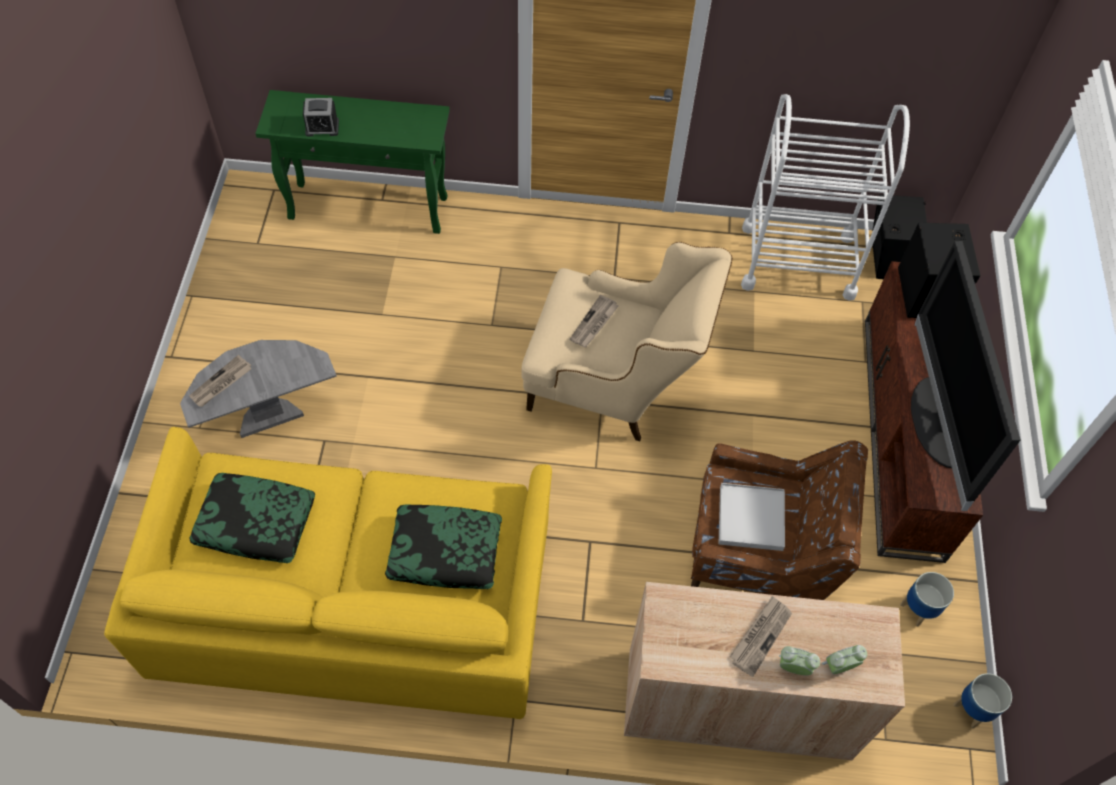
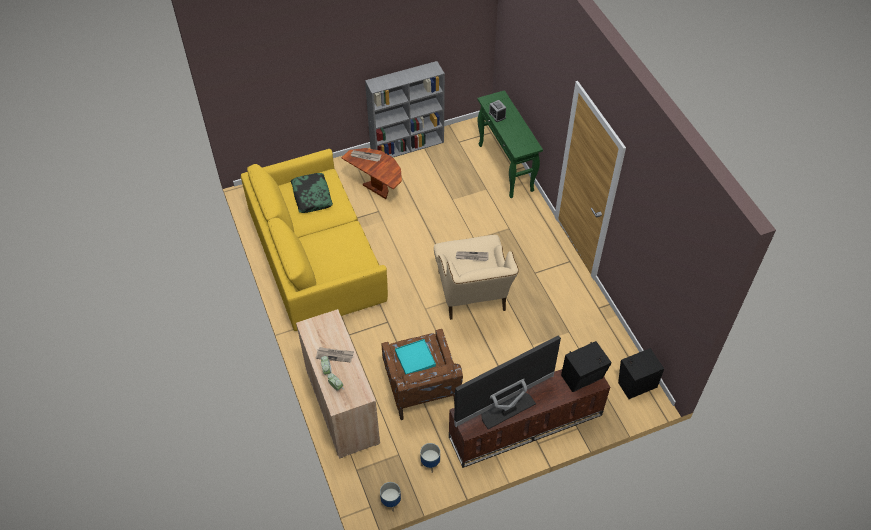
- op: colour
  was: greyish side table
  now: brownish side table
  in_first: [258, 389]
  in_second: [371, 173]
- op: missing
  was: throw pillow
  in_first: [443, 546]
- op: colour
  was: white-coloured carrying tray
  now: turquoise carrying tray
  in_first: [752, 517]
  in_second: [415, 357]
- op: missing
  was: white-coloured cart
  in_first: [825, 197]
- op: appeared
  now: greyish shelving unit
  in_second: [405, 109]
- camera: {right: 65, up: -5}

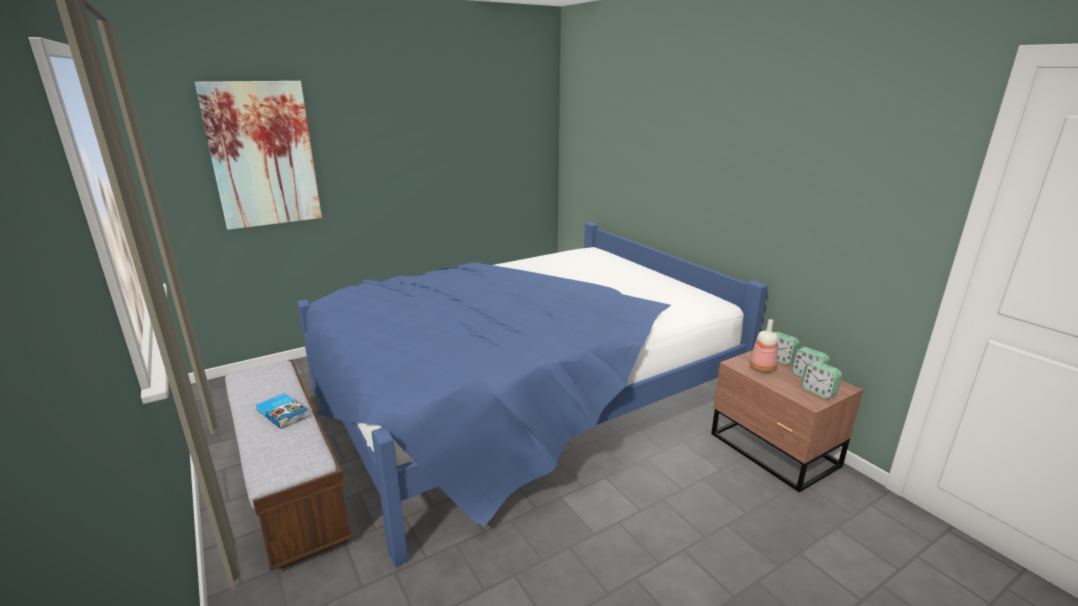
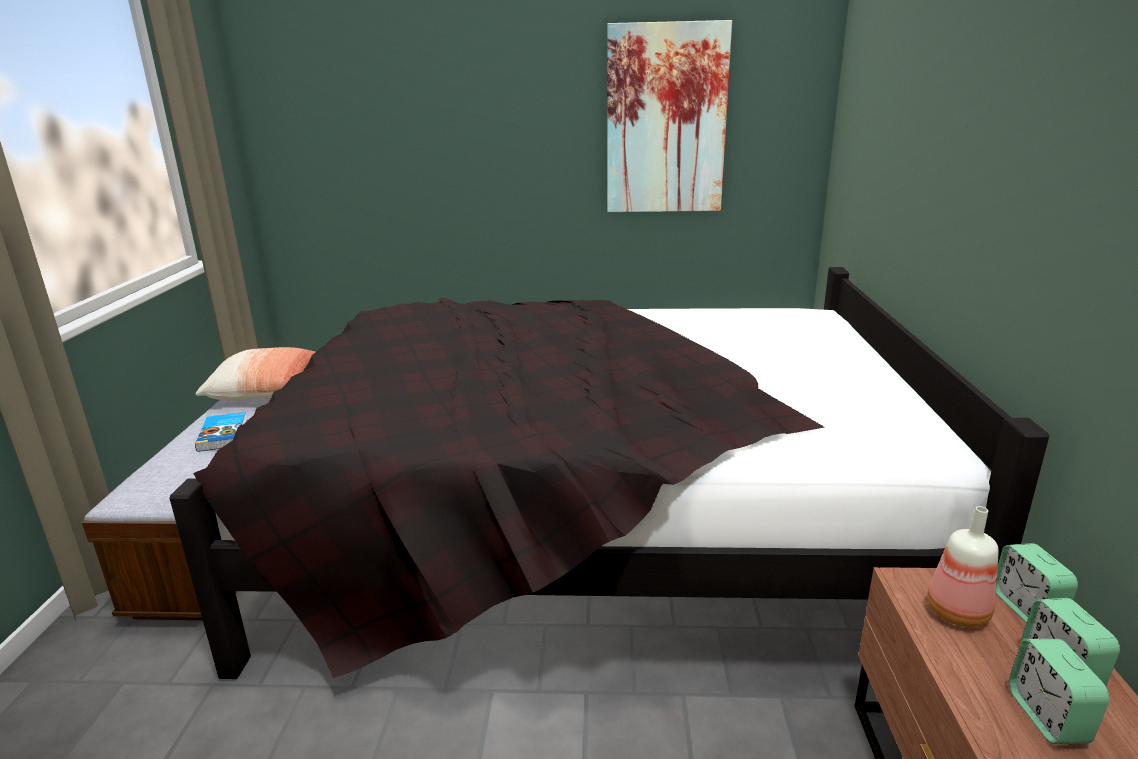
- op: relocated
  was: wall picture
  in_first: [258, 155]
  in_second: [669, 116]
- op: colour
  was: blue bedroom bed
  now: blackish bedroom bed
  in_first: [532, 394]
  in_second: [609, 473]
- op: appeared
  now: throw pillow
  in_second: [255, 374]
- camera: {right: 35, up: 0}

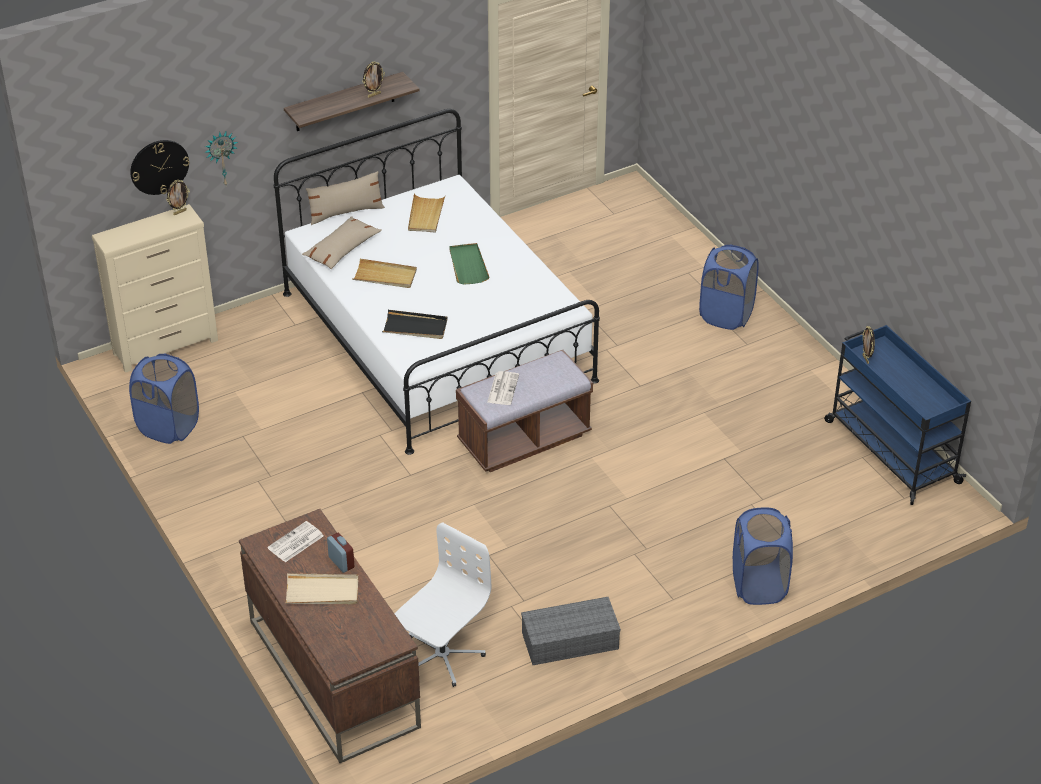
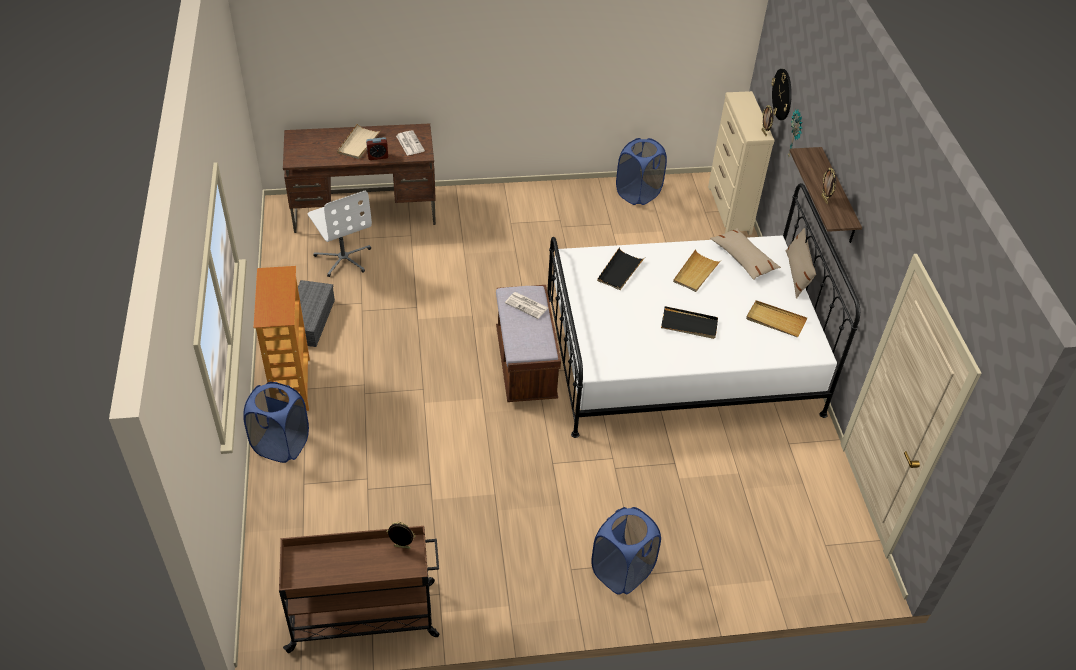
- op: colour
  was: greenish carrying tray
  now: blackish carrying tray
  in_first: [469, 264]
  in_second: [689, 322]
- op: colour
  was: blue cart
  now: brownish cart
  in_first: [897, 415]
  in_second: [359, 589]
- op: appeared
  now: shelving unit
  in_second: [281, 338]
- camera: {right: 110, up: 5}

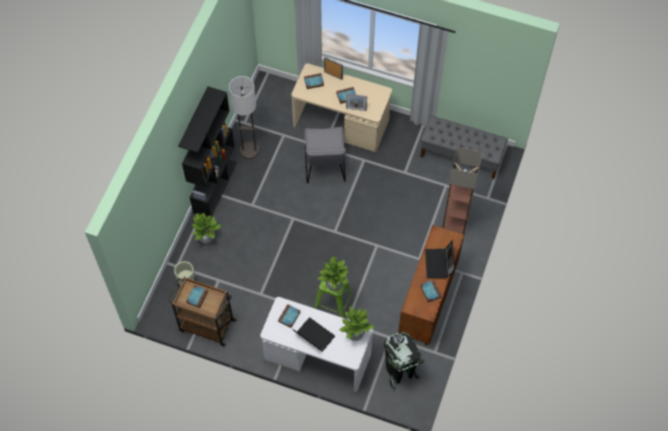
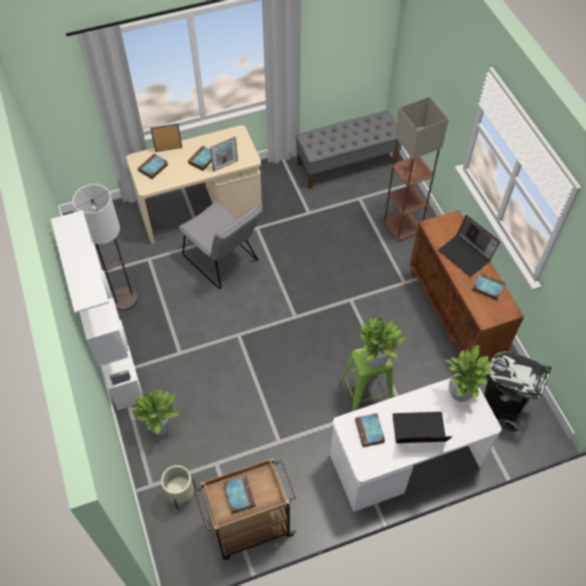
- op: colour
  was: blackish shelving unit
  now: white-coloured shelving unit
  in_first: [207, 151]
  in_second: [97, 310]
- camera: {right: -40, up: -5}

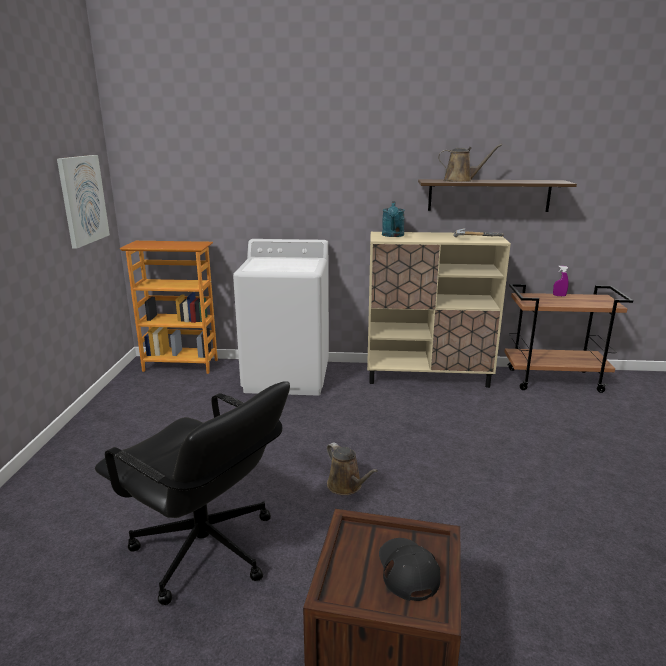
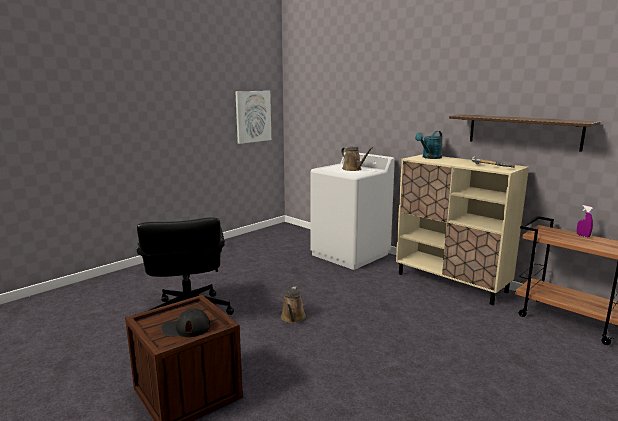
- op: missing
  was: shelving unit
  in_first: [169, 307]
- op: spun
  was: blackish peaked cap
  in_first: [409, 569]
  in_second: [186, 322]
  clockwise: -120
- op: relocated
  was: brownish watering pot
  in_first: [470, 163]
  in_second: [357, 159]
- camera: {right: 40, up: -5}

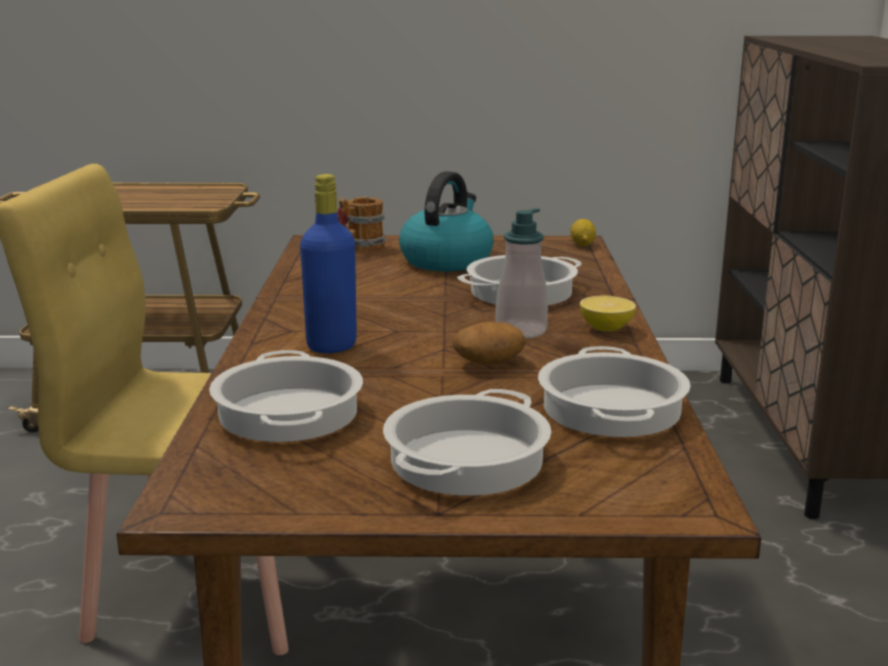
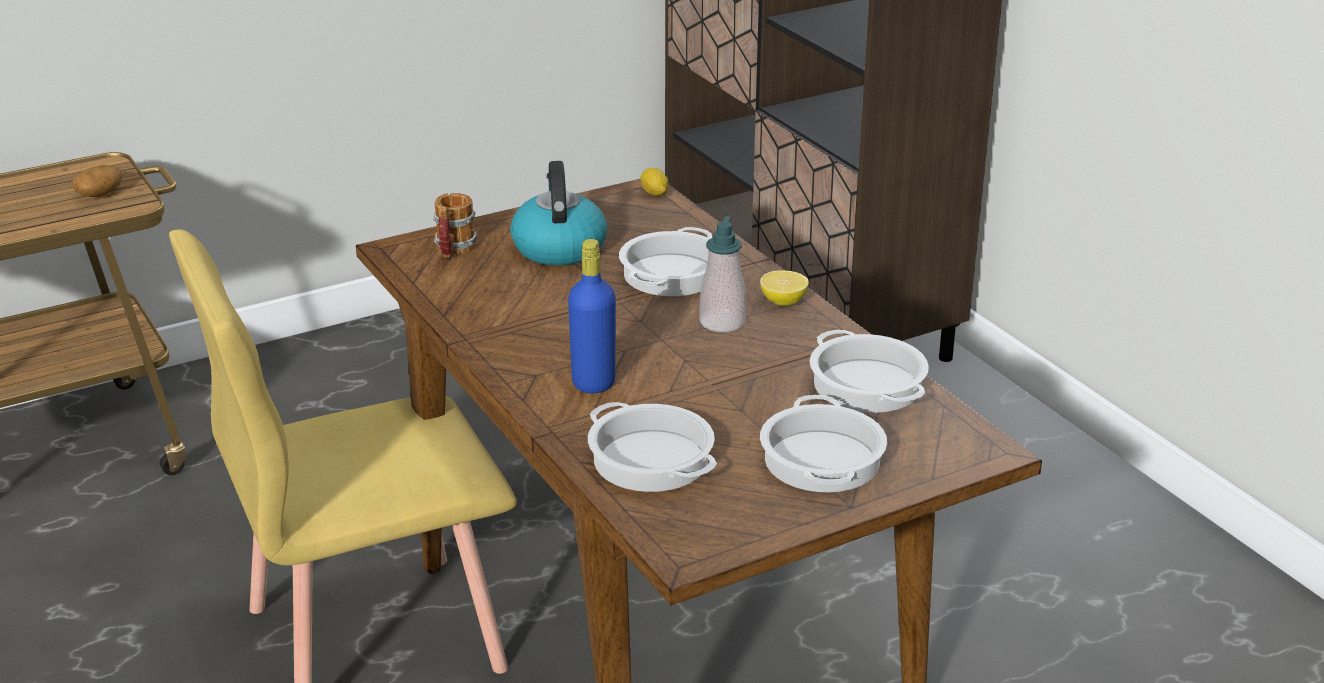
- op: relocated
  was: spud
  in_first: [489, 343]
  in_second: [97, 181]
- camera: {right: -30, up: 10}

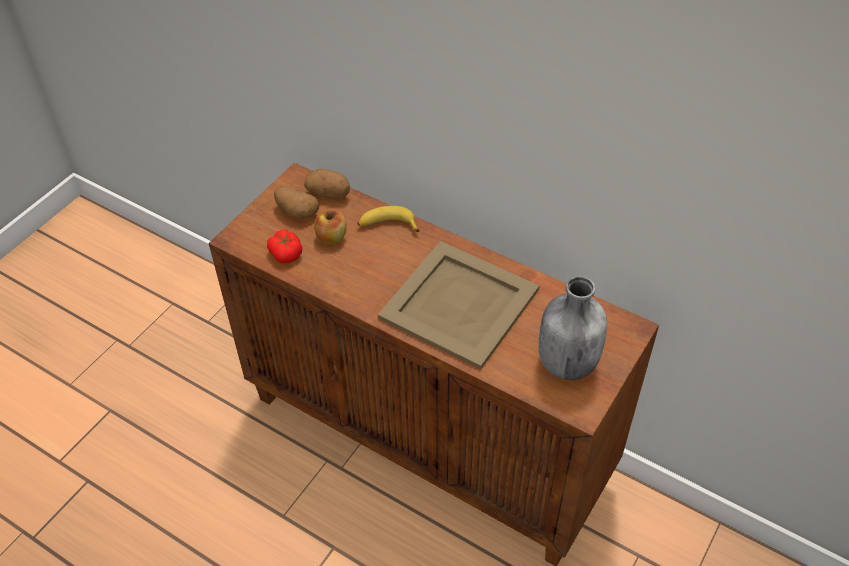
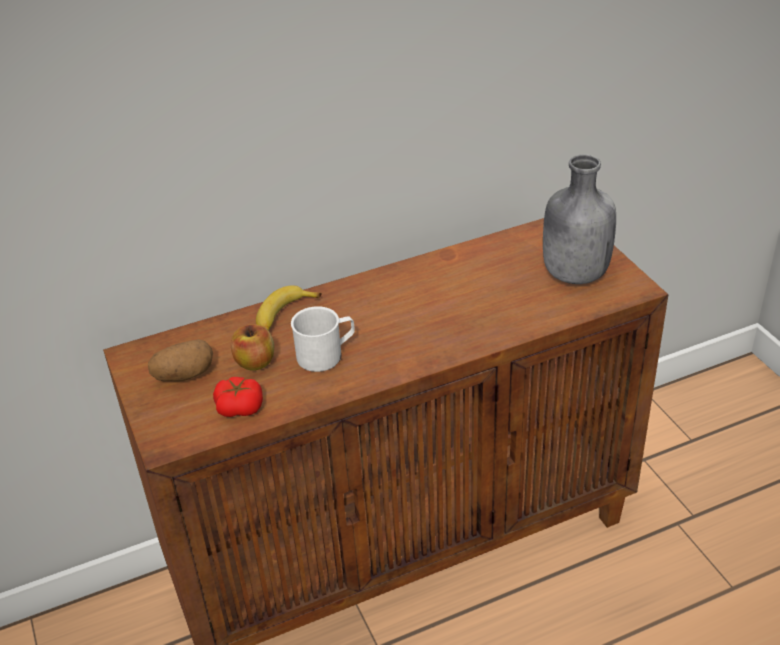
- op: missing
  was: spud
  in_first: [327, 183]
- op: missing
  was: sand-coloured carrying tray
  in_first: [459, 305]
- op: appeared
  now: white-coloured coffee mug
  in_second: [323, 339]
- camera: {right: -55, up: -10}

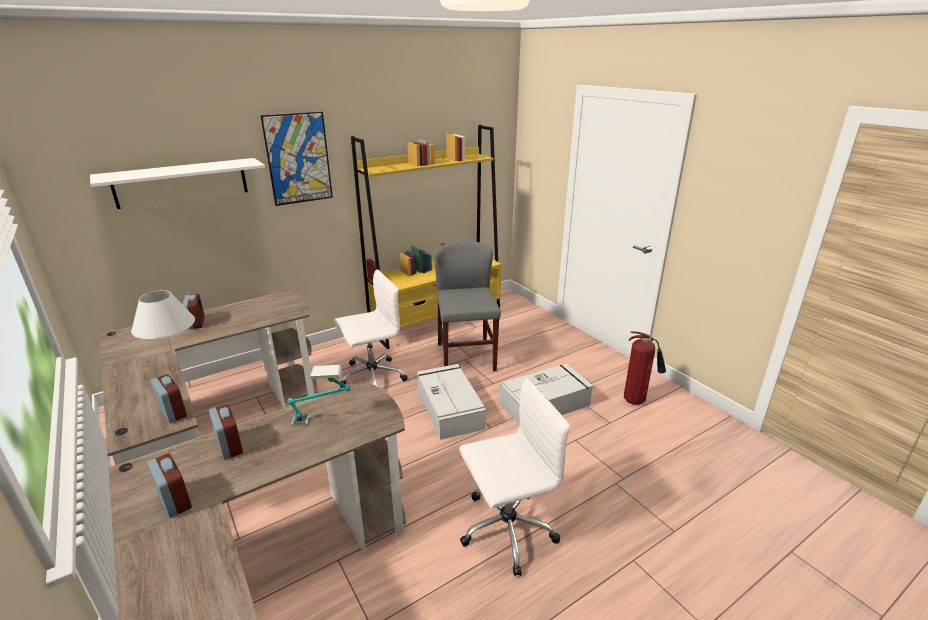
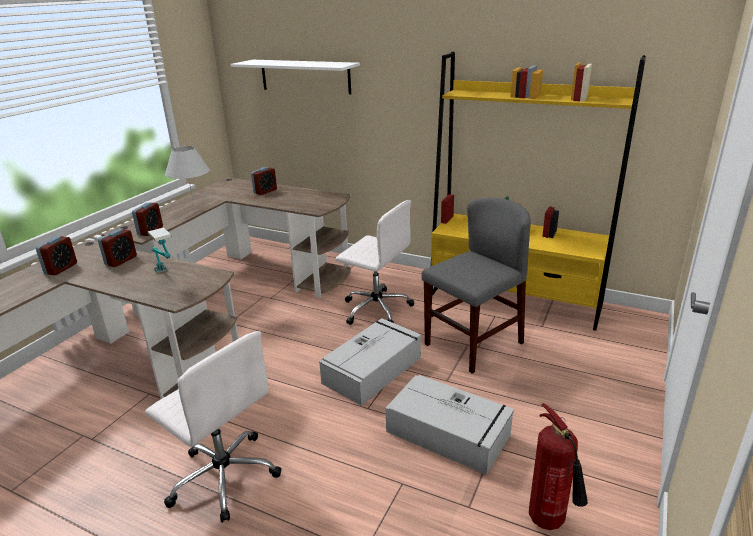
- op: missing
  was: wall picture
  in_first: [297, 159]
- camera: {right: 60, up: 0}

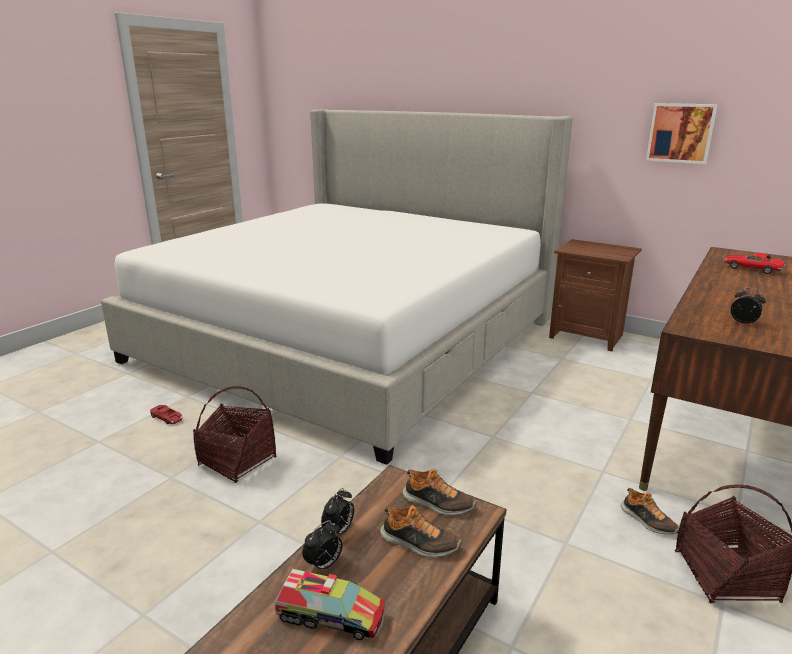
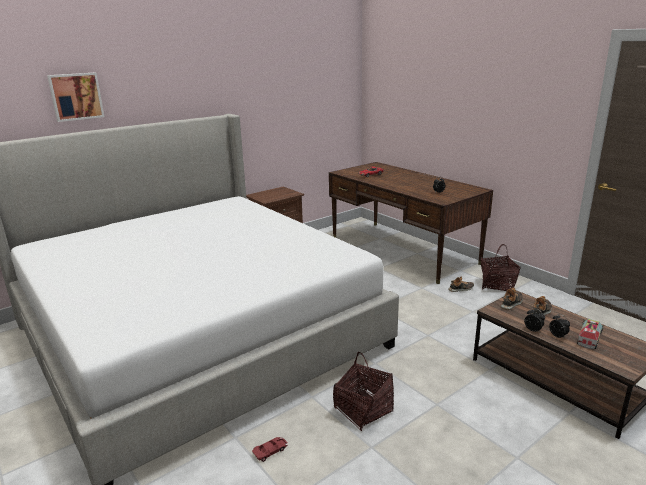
- op: relocated
  was: wall picture
  in_first: [682, 133]
  in_second: [75, 97]
- camera: {right: -70, up: 0}

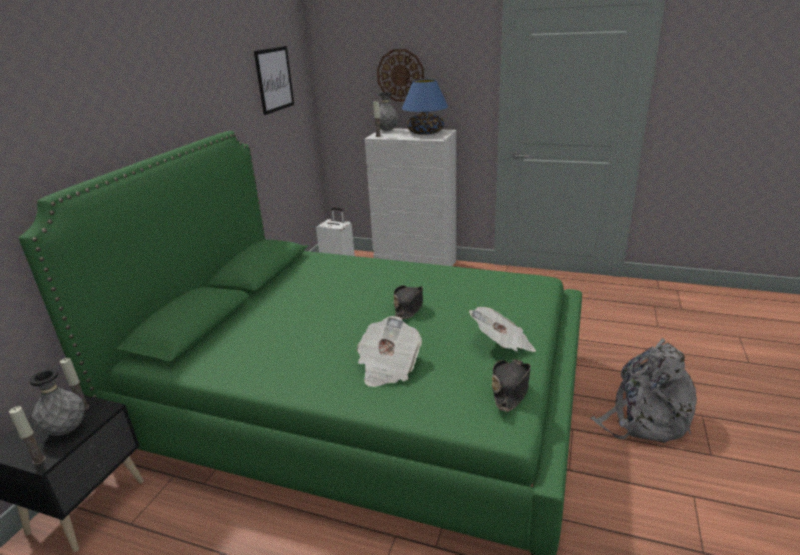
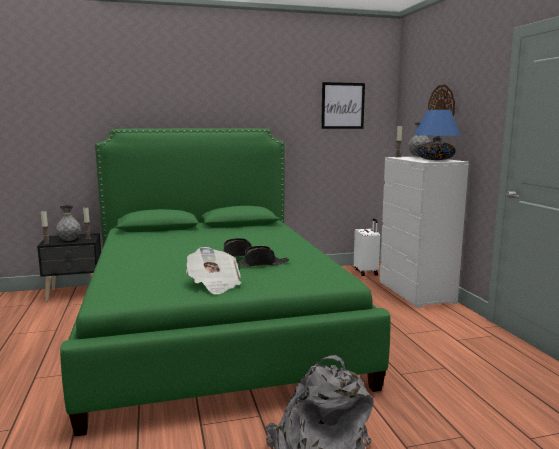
- op: missing
  was: newspaper
  in_first: [389, 351]
- op: relocated
  was: blackish clothing hat
  in_first: [511, 385]
  in_second: [262, 256]
- camera: {right: 55, up: -15}

